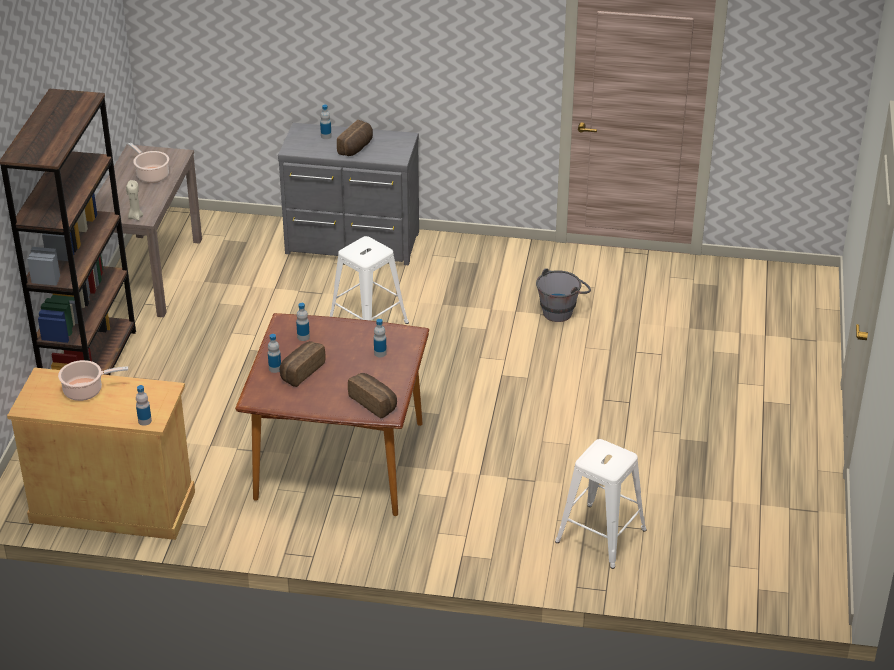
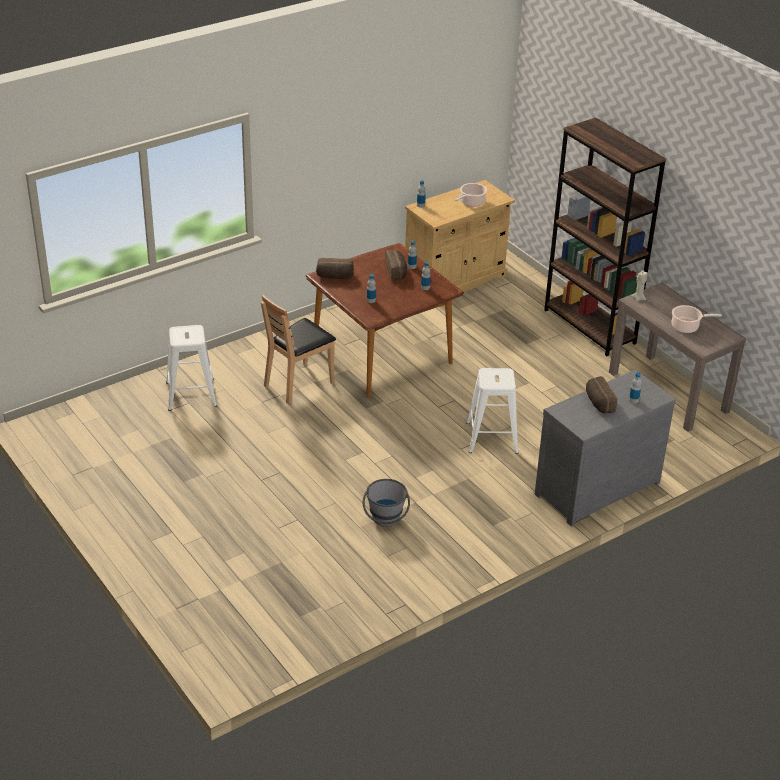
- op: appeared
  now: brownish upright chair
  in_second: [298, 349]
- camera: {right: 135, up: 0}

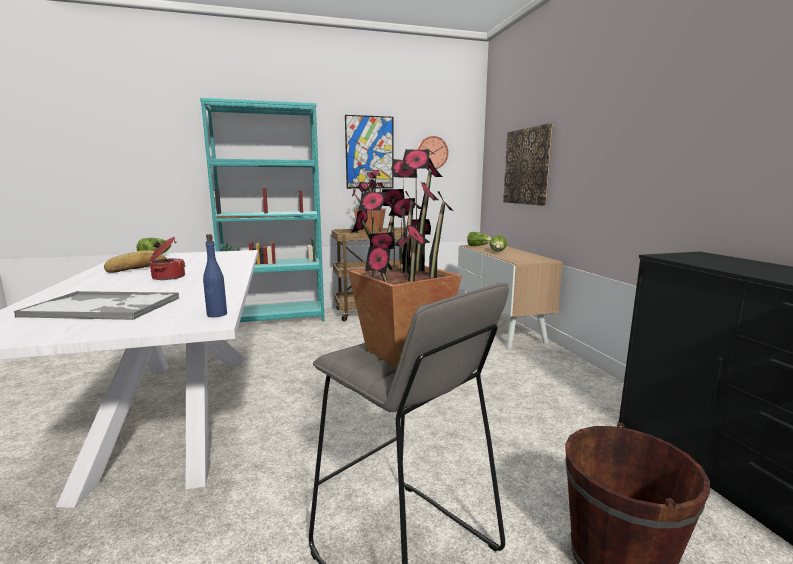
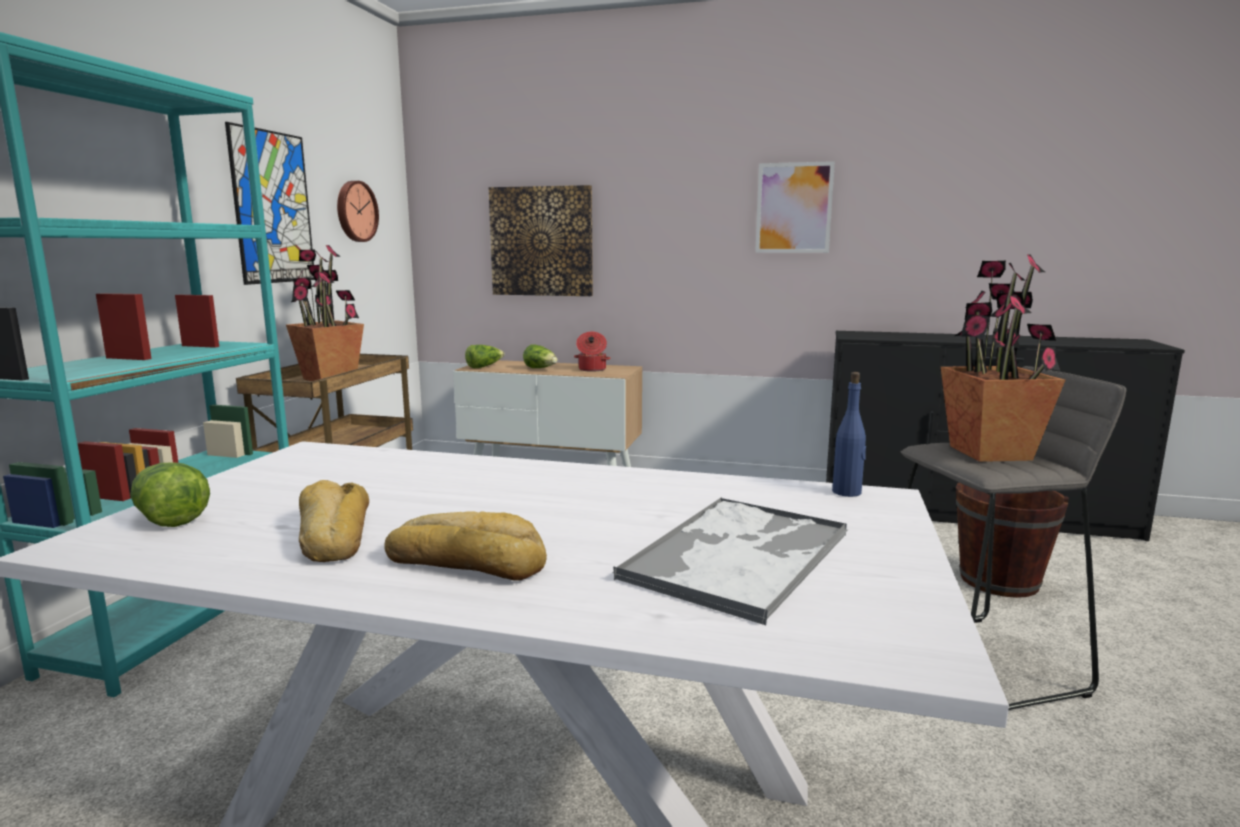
- op: relocated
  was: cooking pot
  in_first: [167, 258]
  in_second: [592, 352]
- op: appeared
  now: bakery bread
  in_second: [465, 546]
- op: appeared
  now: wall picture
  in_second: [795, 207]
- camera: {right: -60, up: 0}

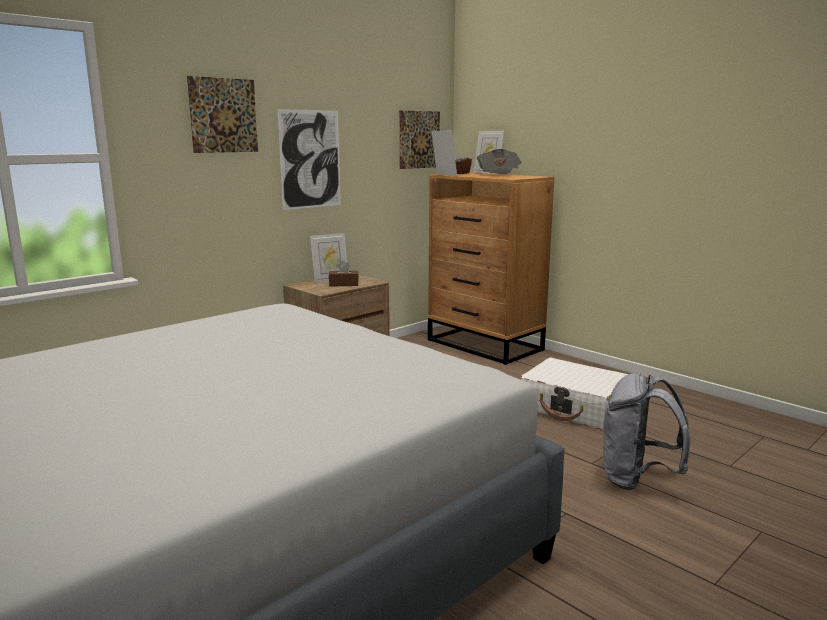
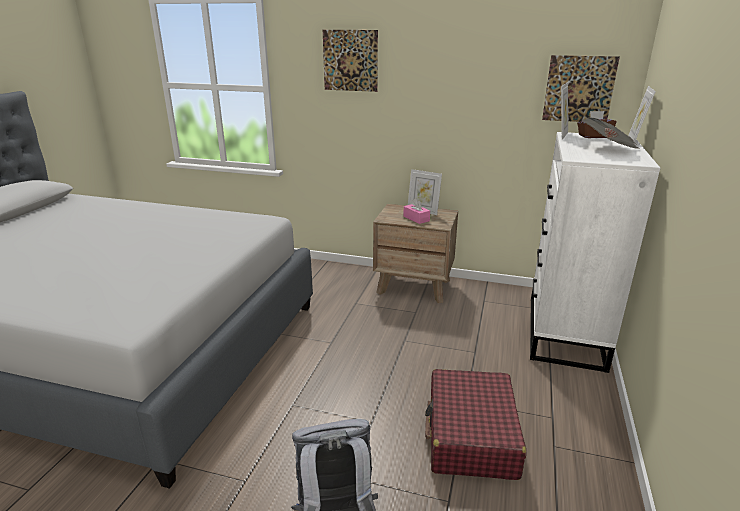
- op: missing
  was: wall picture
  in_first: [309, 159]
- op: colour
  was: brownish box of tissues
  now: pinkish box of tissues
  in_first: [344, 274]
  in_second: [416, 211]
- op: colour
  was: brownish drawer chest
  now: white-coloured drawer chest
  in_first: [491, 268]
  in_second: [595, 252]
- op: colour
  was: white-coloured piece of luggage
  now: reddish piece of luggage
  in_first: [574, 394]
  in_second: [475, 424]
- camera: {right: 60, up: 10}

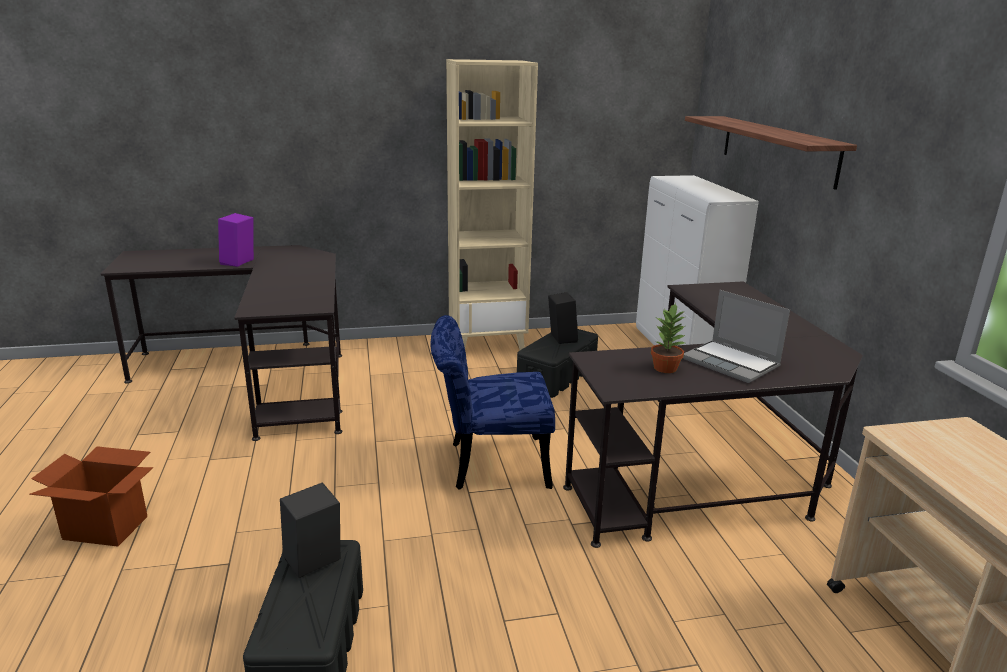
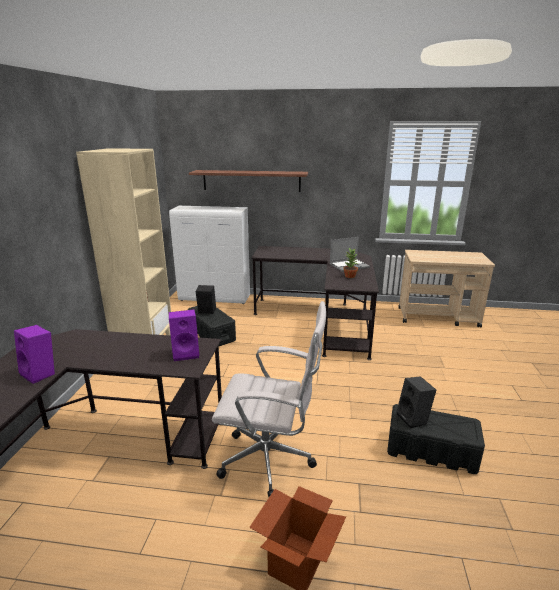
- op: missing
  was: blue upright chair
  in_first: [492, 402]
- op: appeared
  now: purplish speaker
  in_second: [184, 335]
- op: appeared
  now: white-coloured computer chair
  in_second: [269, 399]
- camera: {right: -70, up: 0}

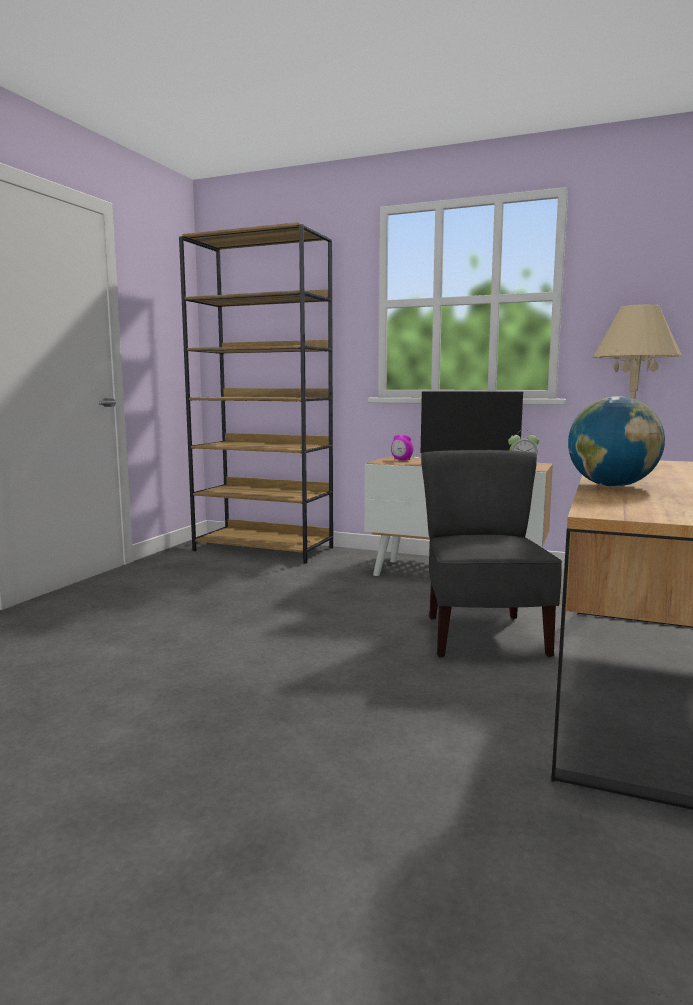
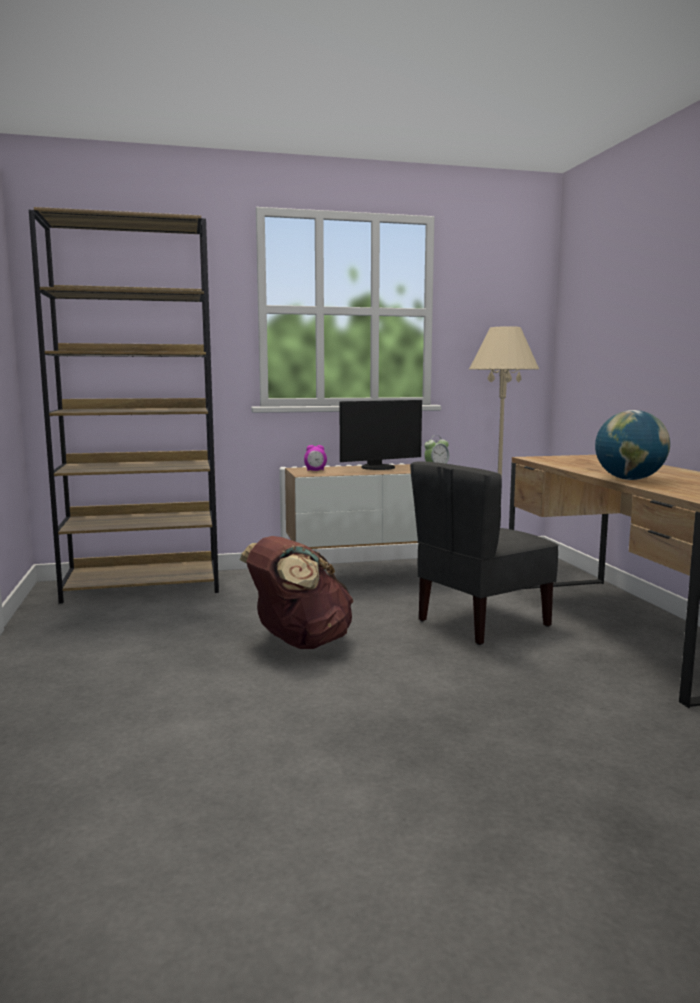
- op: spun
  was: greyish upright chair
  in_first: [491, 554]
  in_second: [484, 553]
  clockwise: -90
- op: appeared
  now: brownish rucksack
  in_second: [297, 592]
- camera: {right: -35, up: 0}

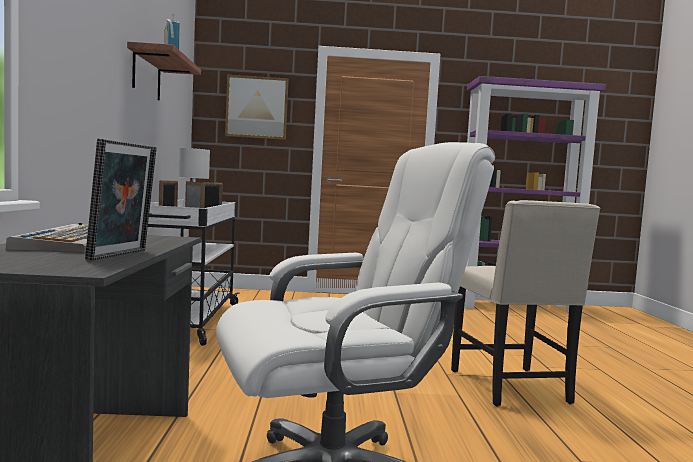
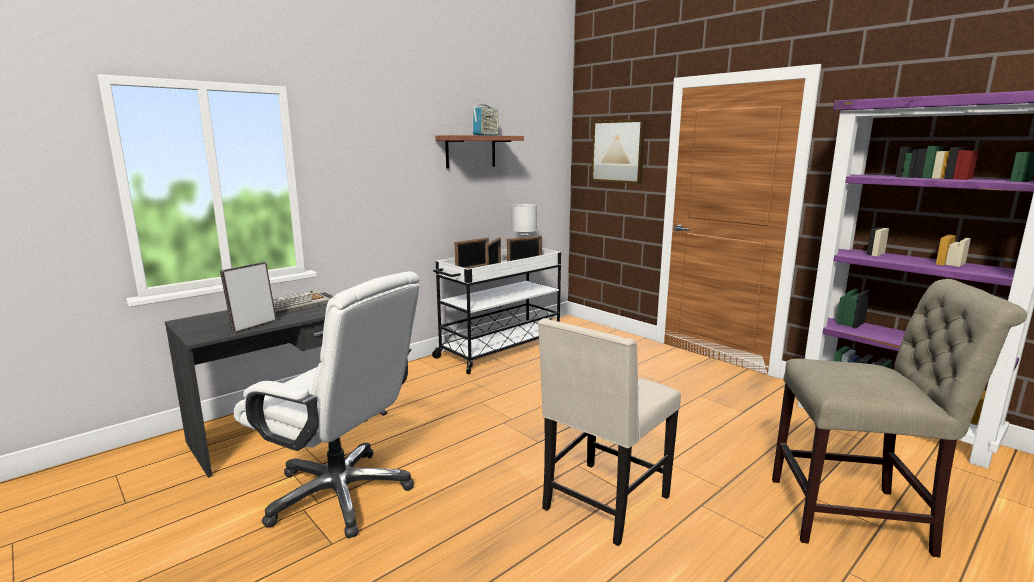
- op: spun
  was: photo frame
  in_first: [121, 199]
  in_second: [248, 297]
  clockwise: 150
- op: appeared
  now: sand-coloured upright chair
  in_second: [899, 418]
- camera: {right: 50, up: 10}

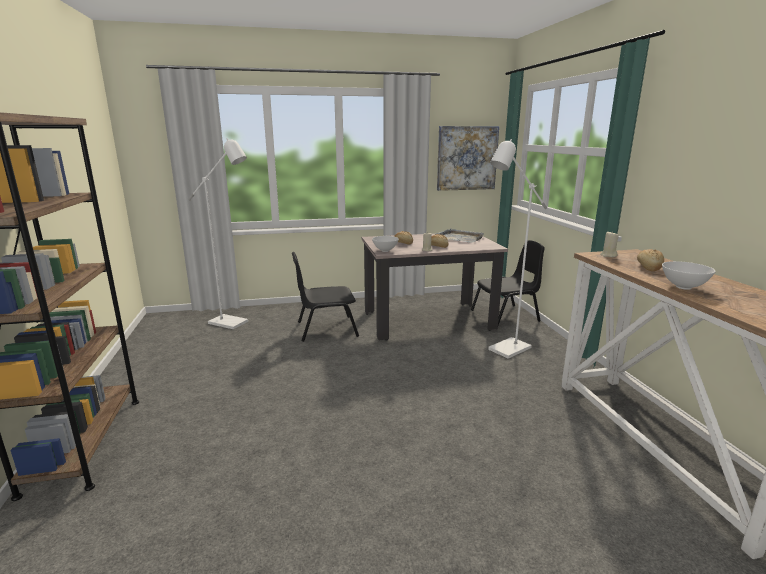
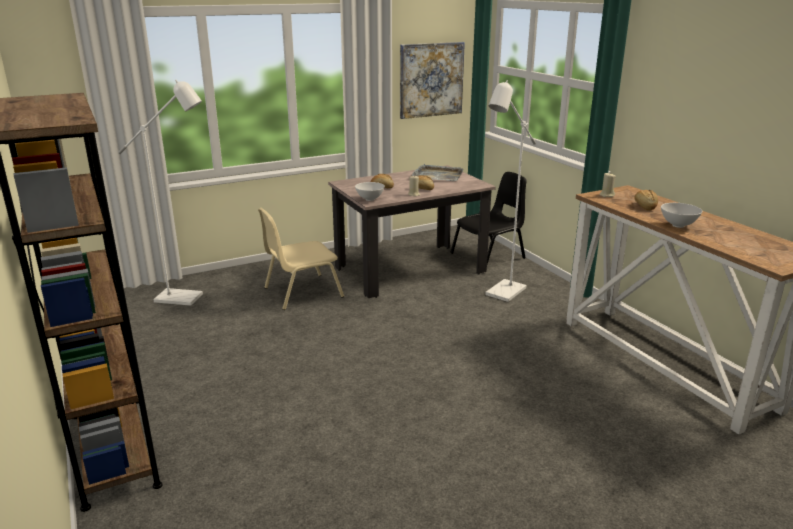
- op: colour
  was: blackish upright chair
  now: sand-coloured upright chair
  in_first: [325, 297]
  in_second: [301, 259]
- camera: {right: -15, up: 5}

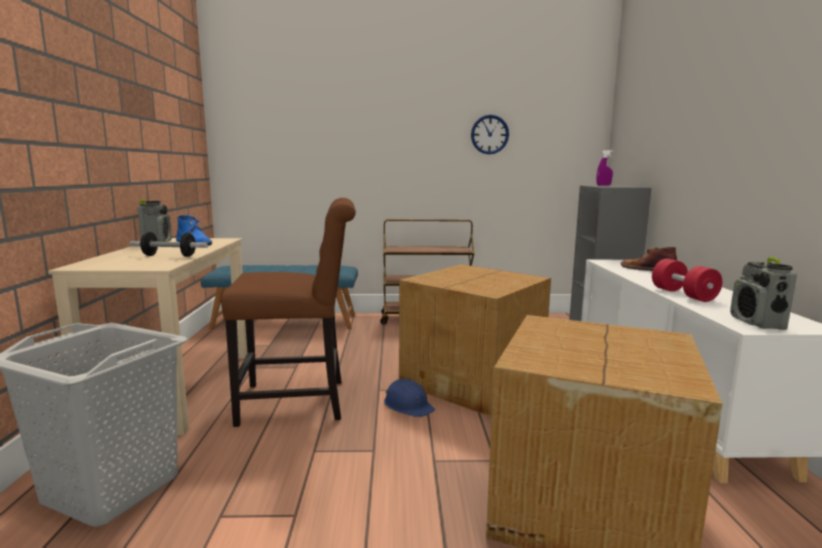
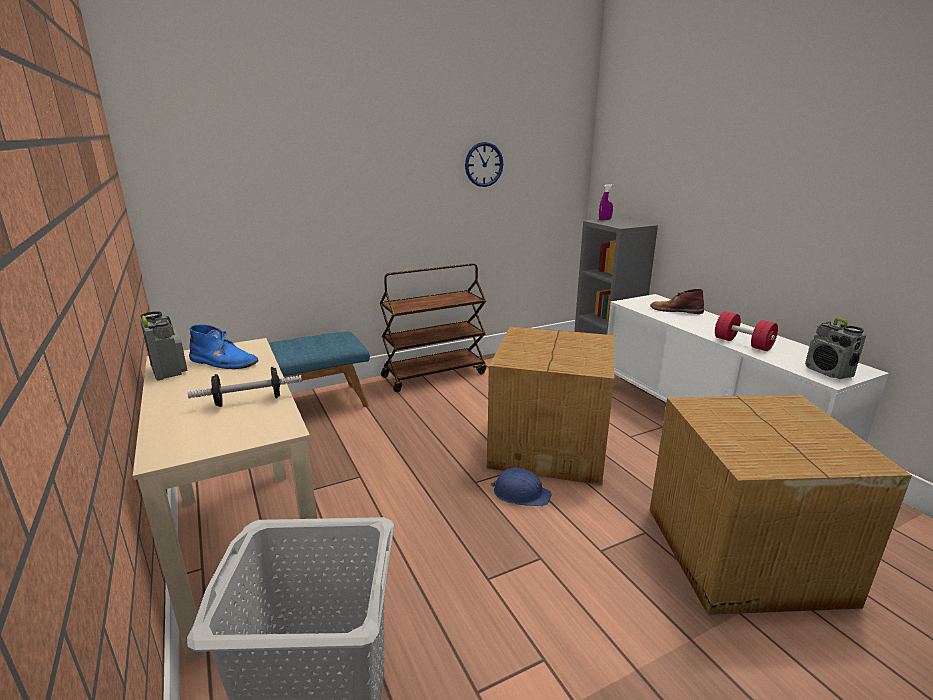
- op: missing
  was: brownish upright chair
  in_first: [288, 312]
- camera: {right: -25, up: 10}

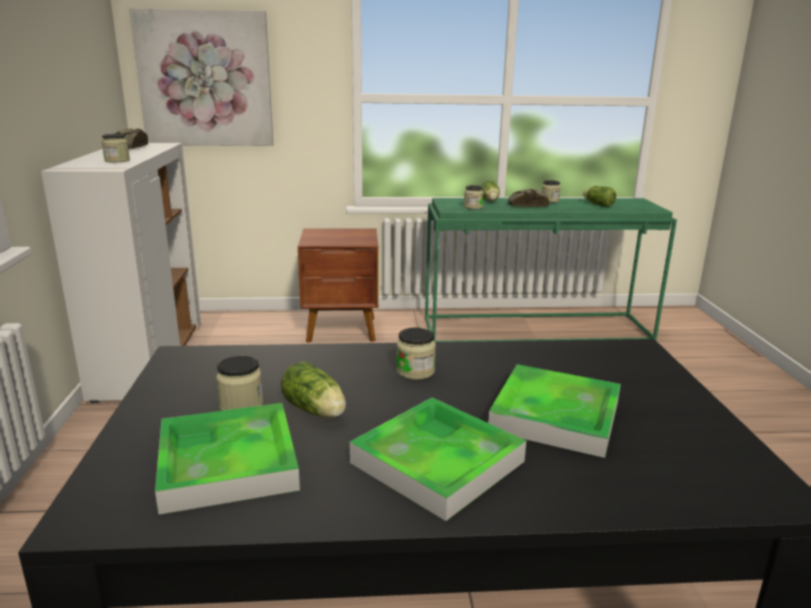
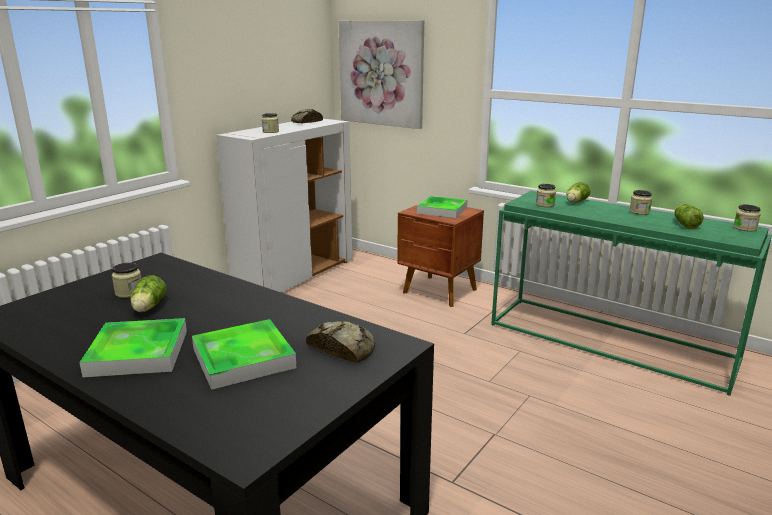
- op: relocated
  was: carrying tray
  in_first: [227, 459]
  in_second: [442, 207]
- op: relocated
  was: jar
  in_first: [416, 354]
  in_second: [747, 218]
- op: relocated
  was: bakery bread
  in_first: [529, 198]
  in_second: [340, 342]
- camera: {right: 40, up: 0}

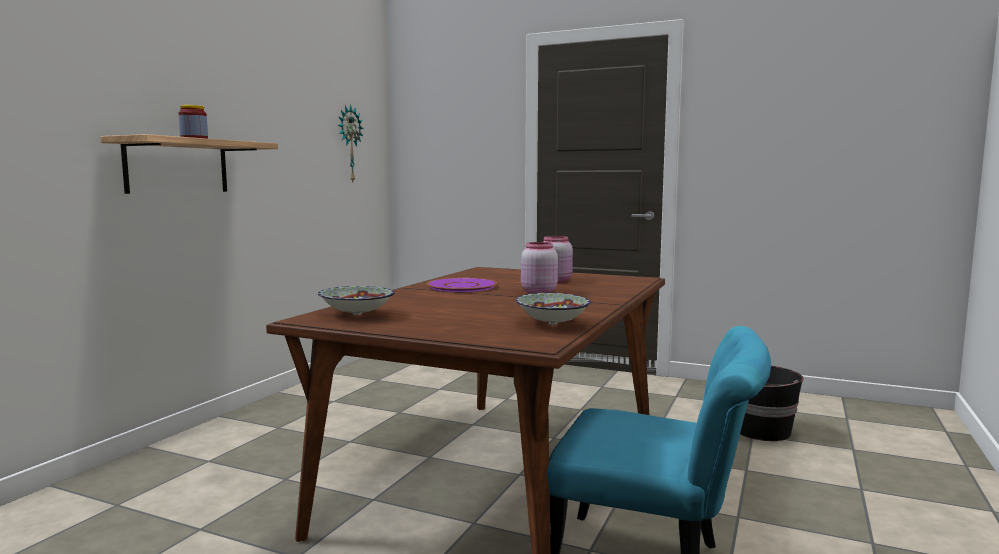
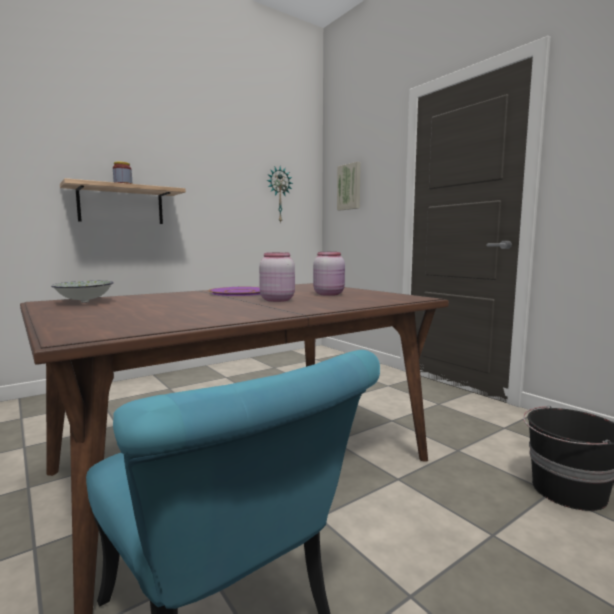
- op: missing
  was: deep dish
  in_first: [553, 309]
- op: appeared
  now: wall picture
  in_second: [349, 186]
- camera: {right: 30, up: 0}

